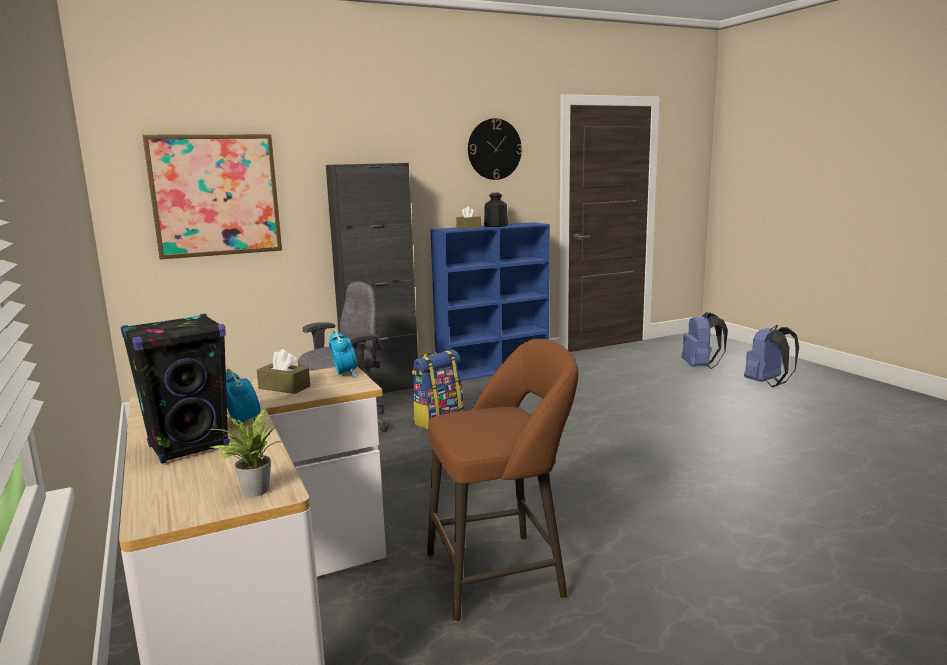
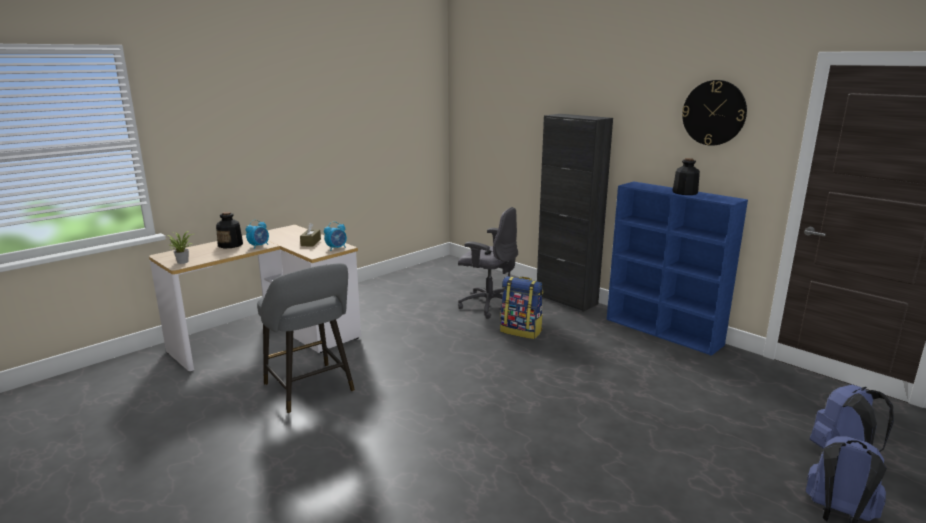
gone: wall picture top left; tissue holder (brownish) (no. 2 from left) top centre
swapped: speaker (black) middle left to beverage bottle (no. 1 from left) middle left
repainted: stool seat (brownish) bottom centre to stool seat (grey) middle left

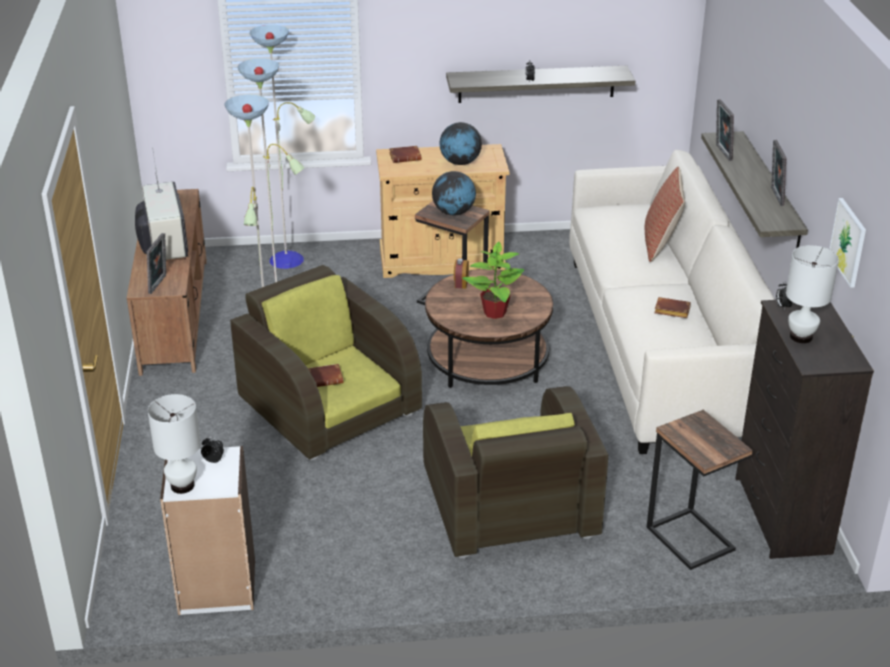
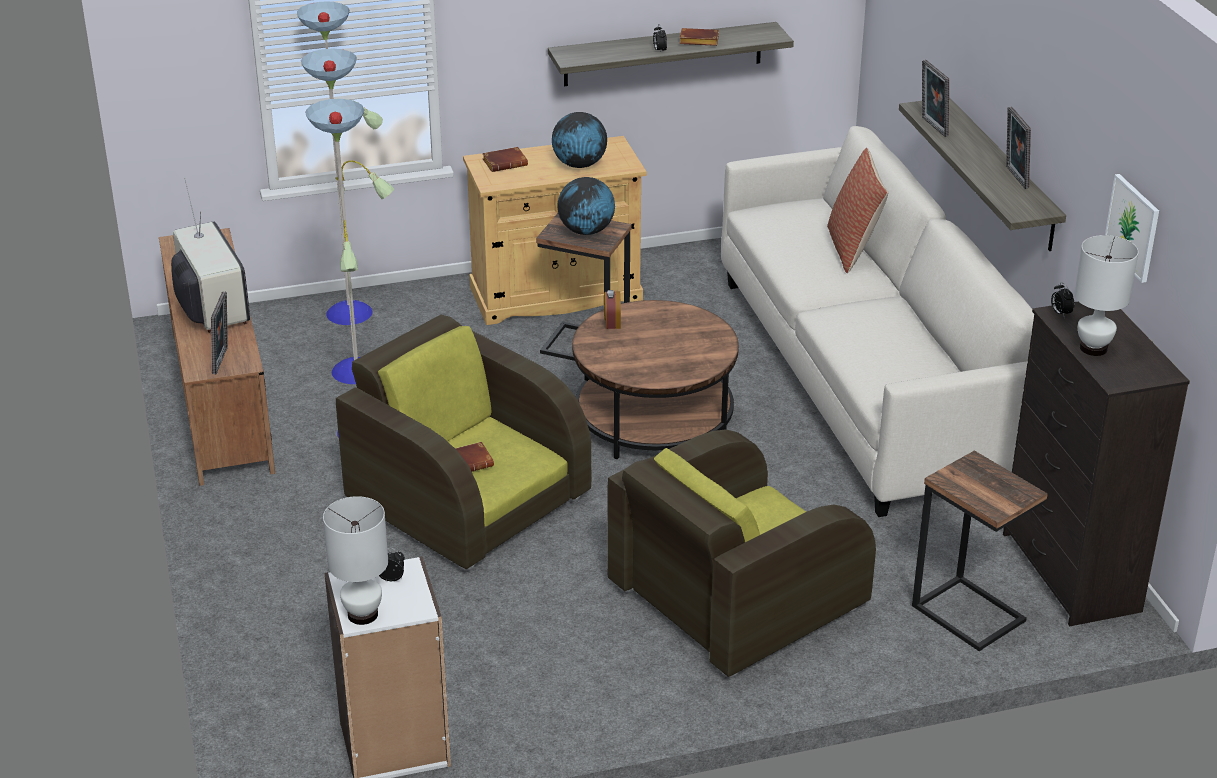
gone: potted plant centre
shifted: bound book (brownish) (no. 3 from left) middle right to top centre
rotated: lounge chair (brownish) (no. 2 from left) bottom centre = bottom centre 75 degrees clockwise

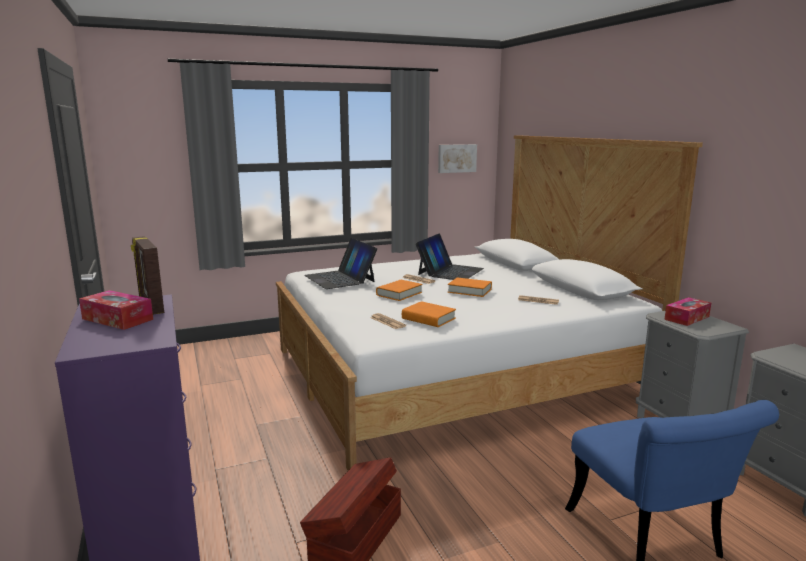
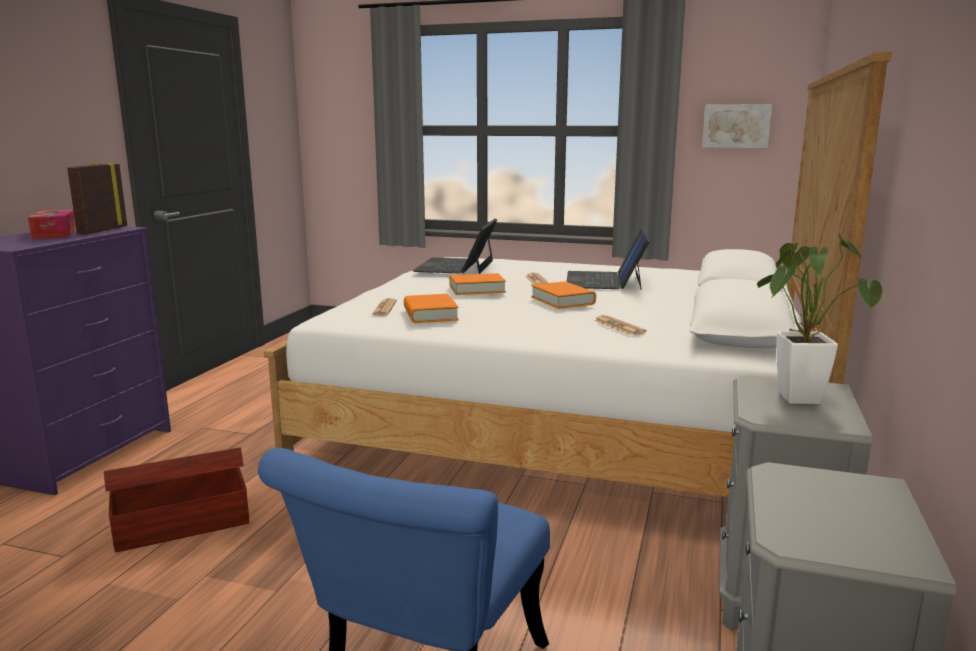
swapped: tissue holder (no. 2 from left) middle right to potted plant middle right
rotated: laptop (no. 2 from left) centre = centre 120 degrees clockwise

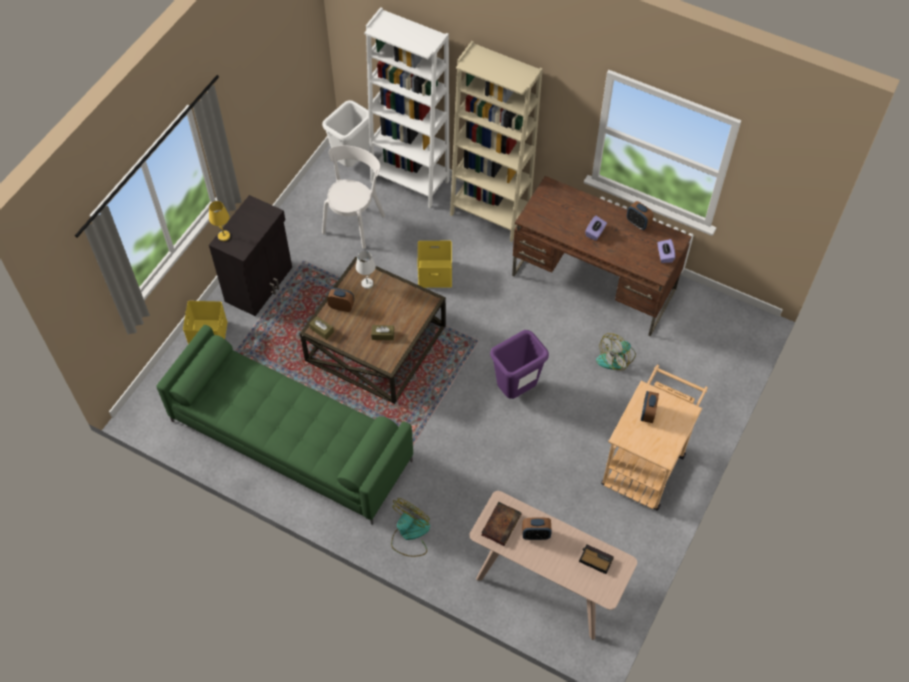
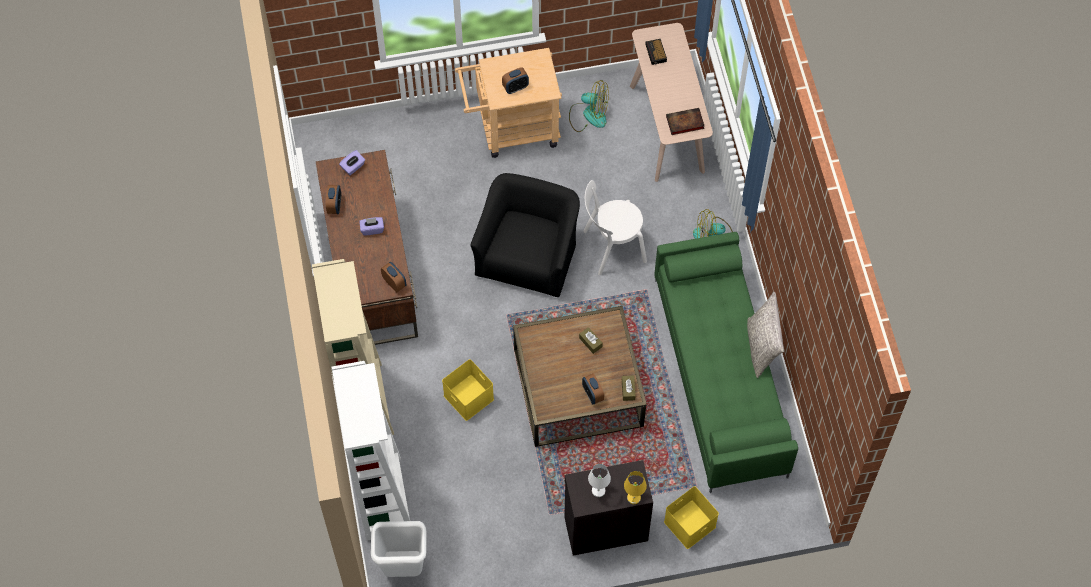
new: cushion (grey) middle right
shifted: alarm clock (no. 2 from left) bottom centre to centre; cooling fan (no. 2 from left in the first image) middle right to cooling fan (no. 1 from left) top centre; plain chair (white) top centre to centre; table lamp (white) centre to bottom centre
swapped: trash can (purplish) centre to lounge chair (black) centre

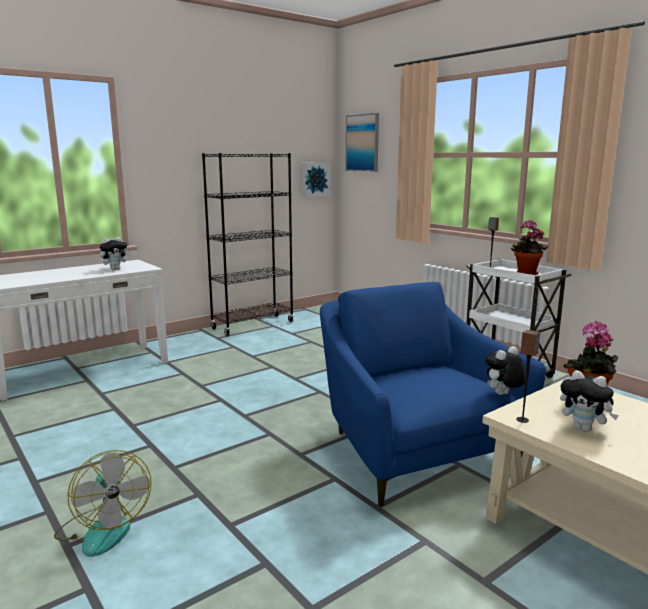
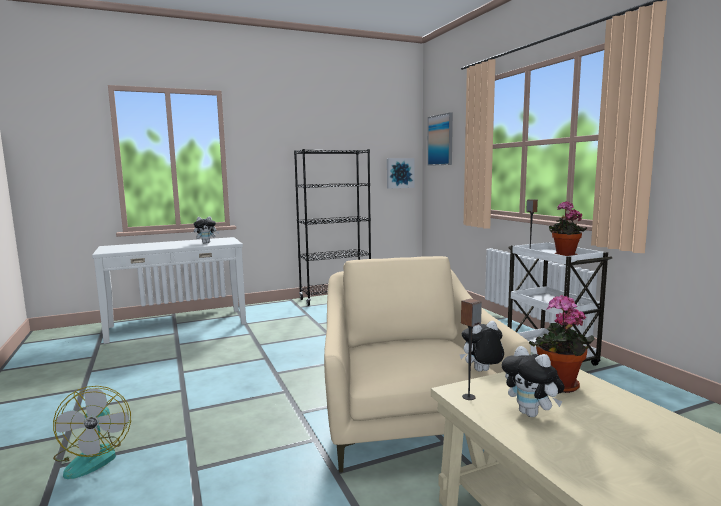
repainted: lounge chair (bluish) middle right to lounge chair (sand-coloured) bottom centre

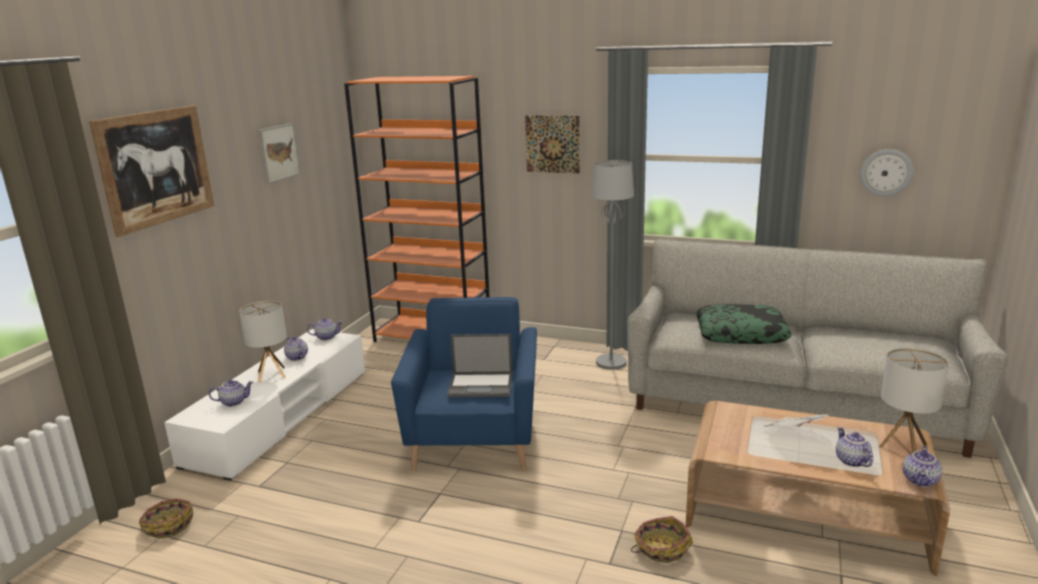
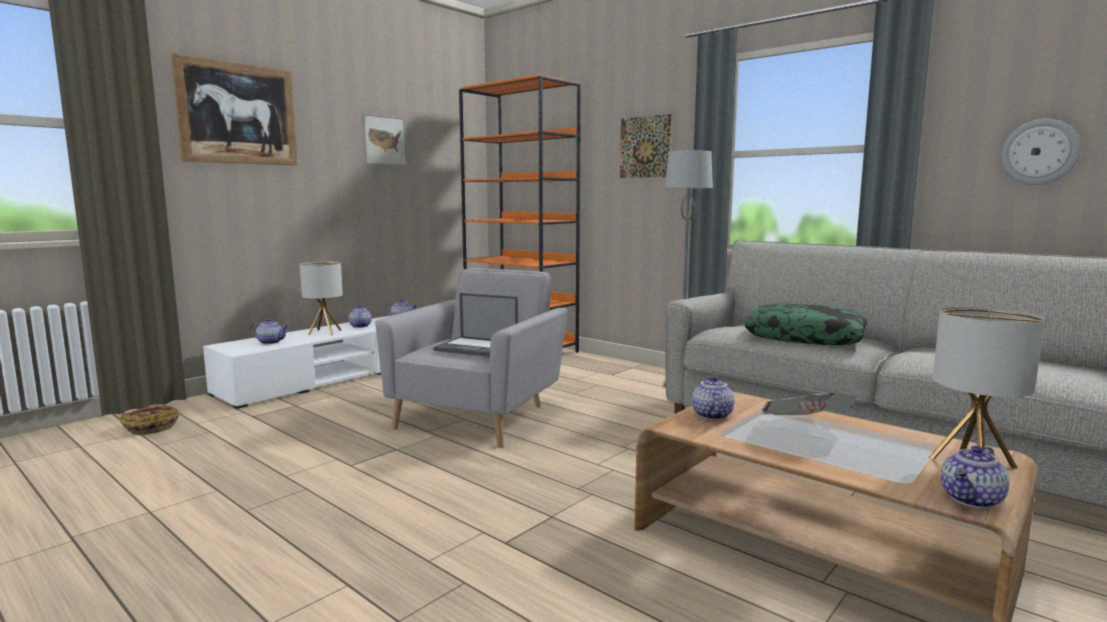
gone: basket (no. 2 from left) bottom centre
shifted: pot for tea (no. 4 from left) bottom right to centre
repainted: lounge chair (bluish) centre to lounge chair (grey) centre

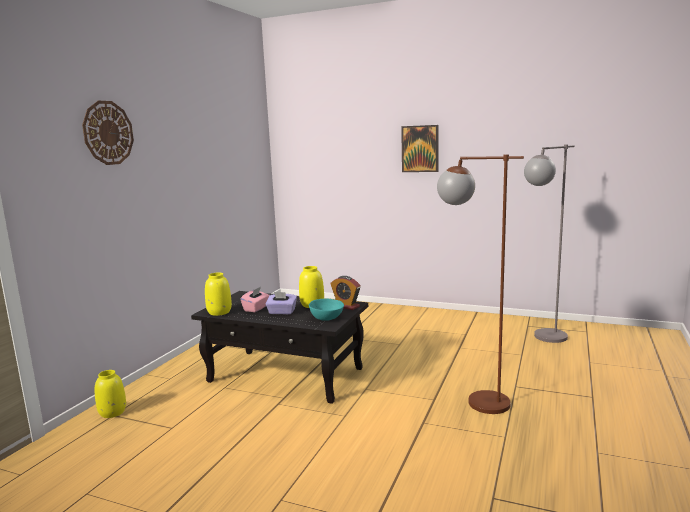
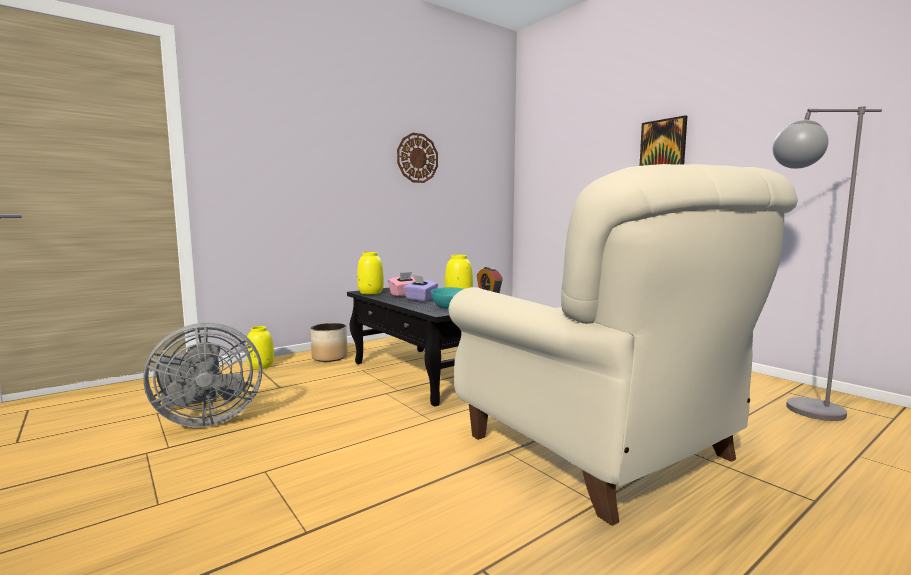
new: cooling fan (grey) middle left; flower pot centre
shifted: wall clock top left to top centre
swapped: standard lamp (brownish) middle right to lounge chair (sand-coloured) middle right

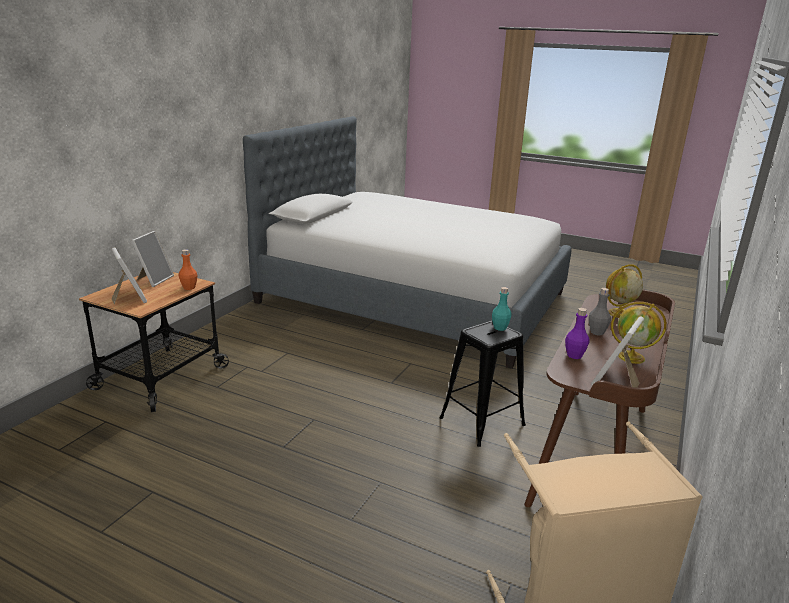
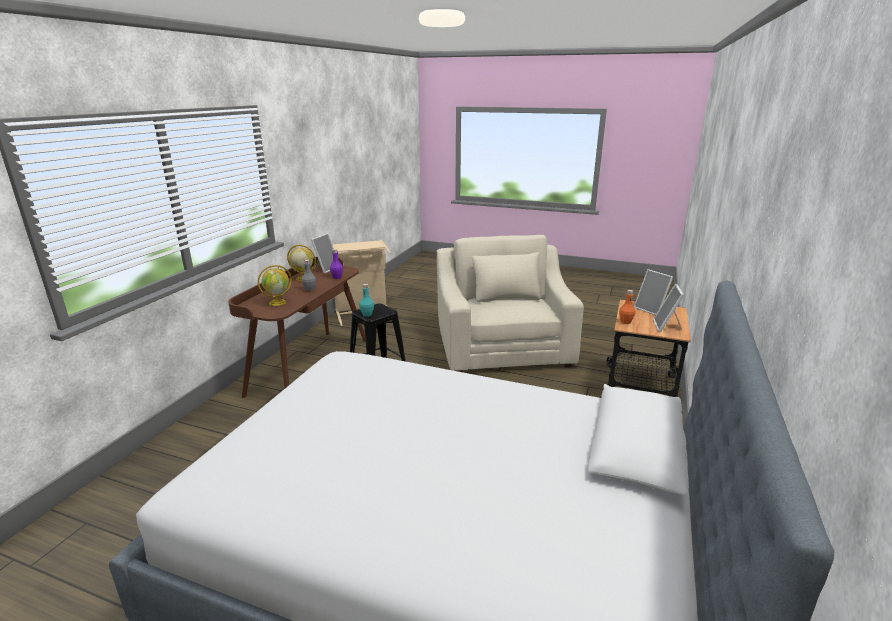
new: lounge chair (sand-coloured) centre

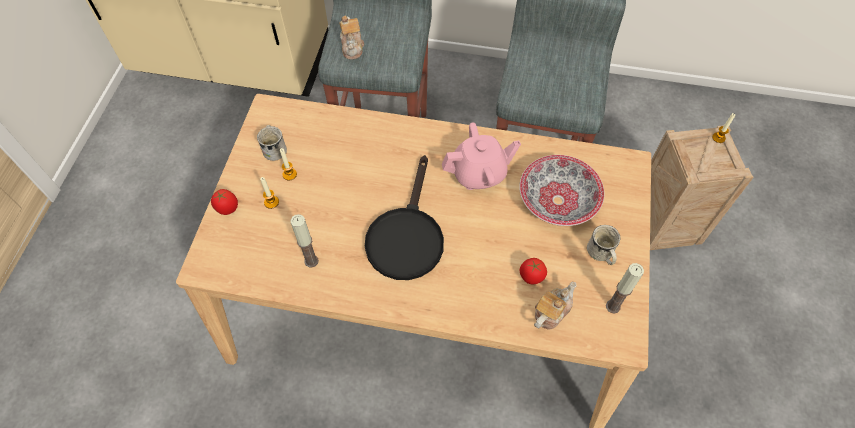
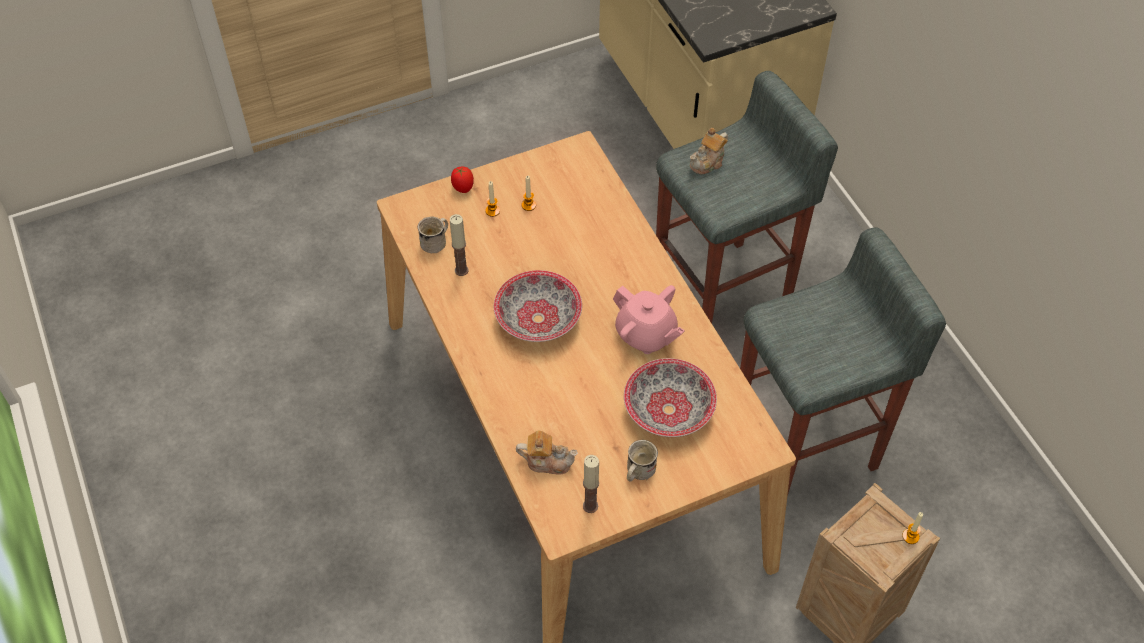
gone: whole tomato (no. 2 from left) centre
shifted: mug (white) (no. 1 from left) middle left to centre
swapped: skillet (black) centre to deep dish (no. 1 from left) centre

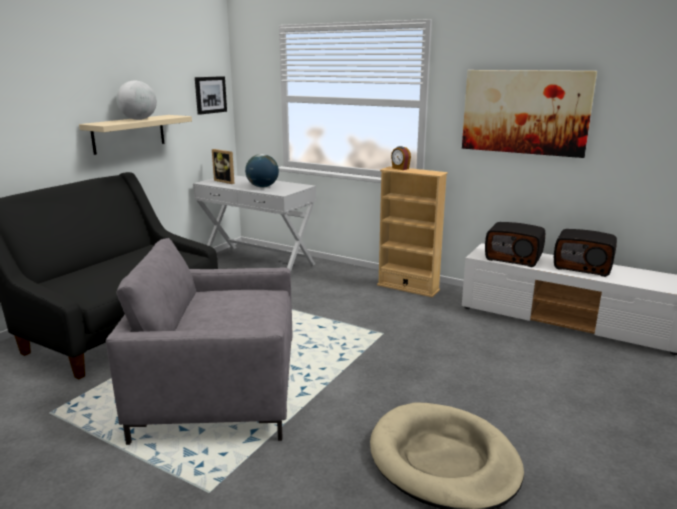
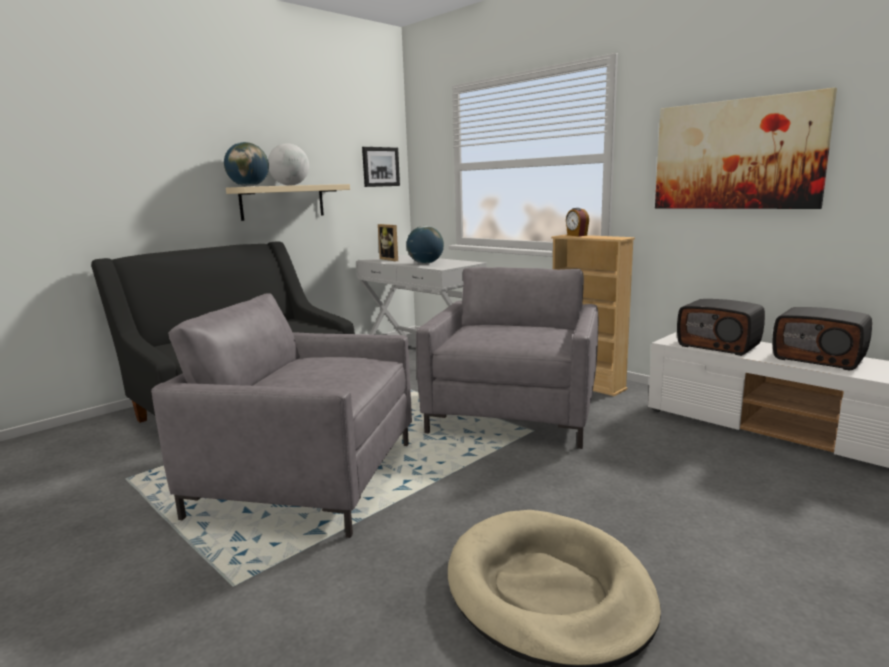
new: globe (no. 1 from left) top left; lounge chair (grey) (no. 2 from left) centre

